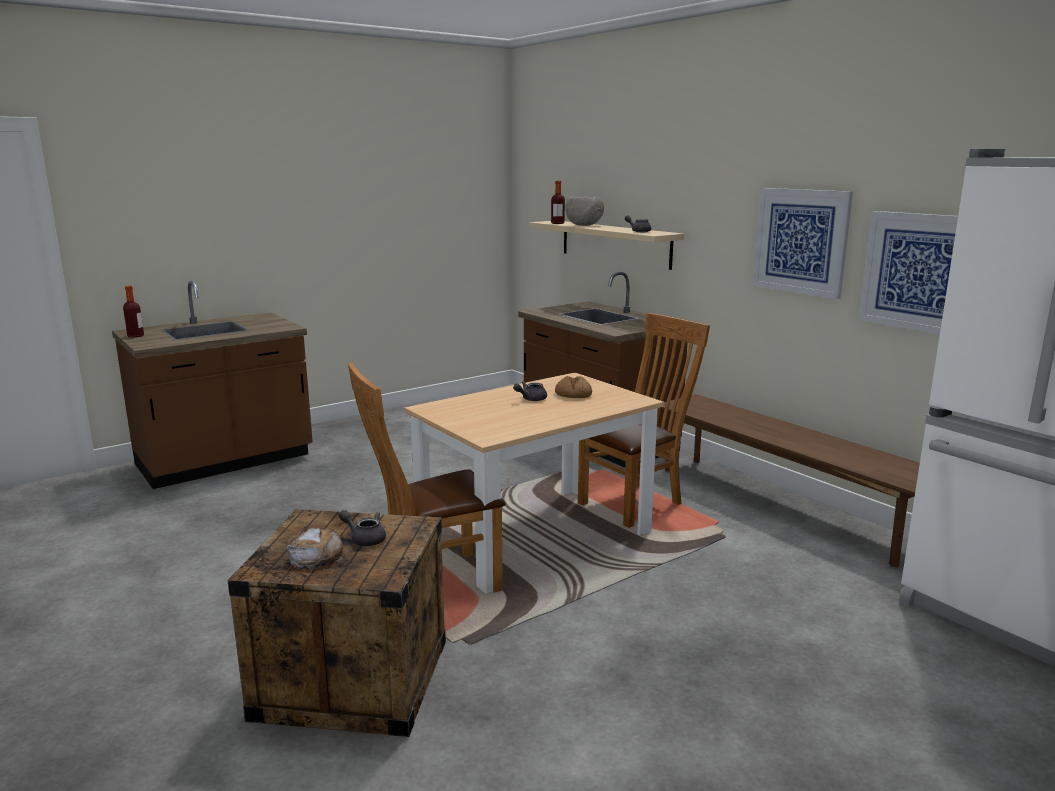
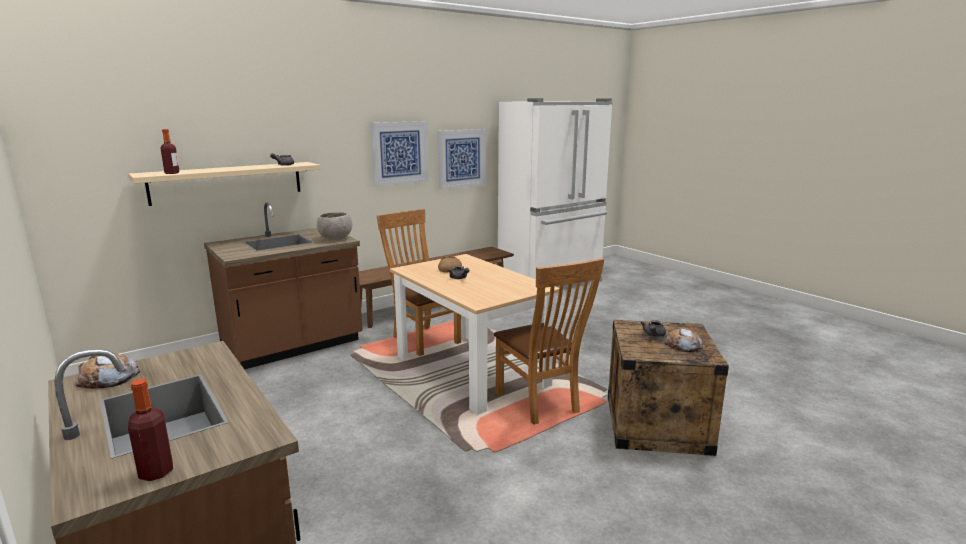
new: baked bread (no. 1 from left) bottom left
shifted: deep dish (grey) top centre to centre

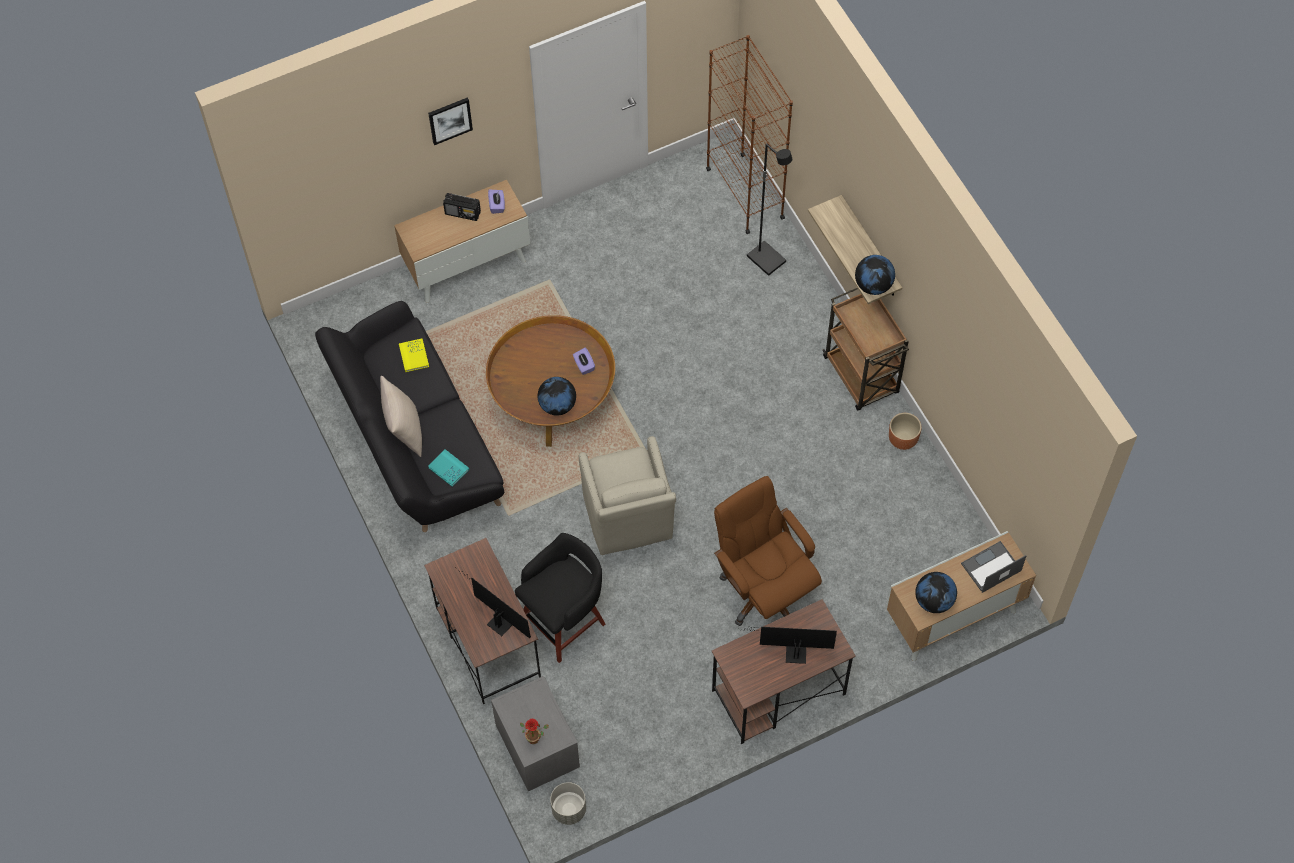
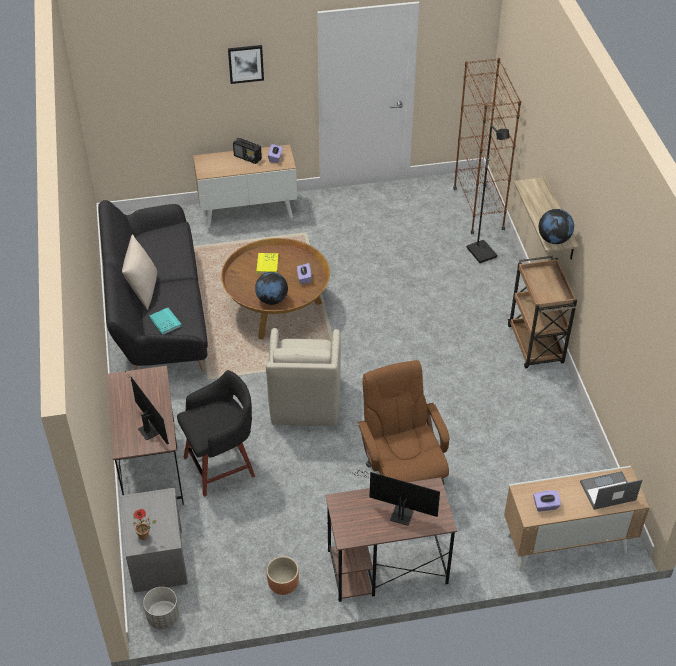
shifted: bound book (yellow) middle left to centre; flower pot (brownish) middle right to bottom centre
swapped: globe (no. 3 from left) bottom right to tissue holder (purplish) (no. 3 from left) bottom right

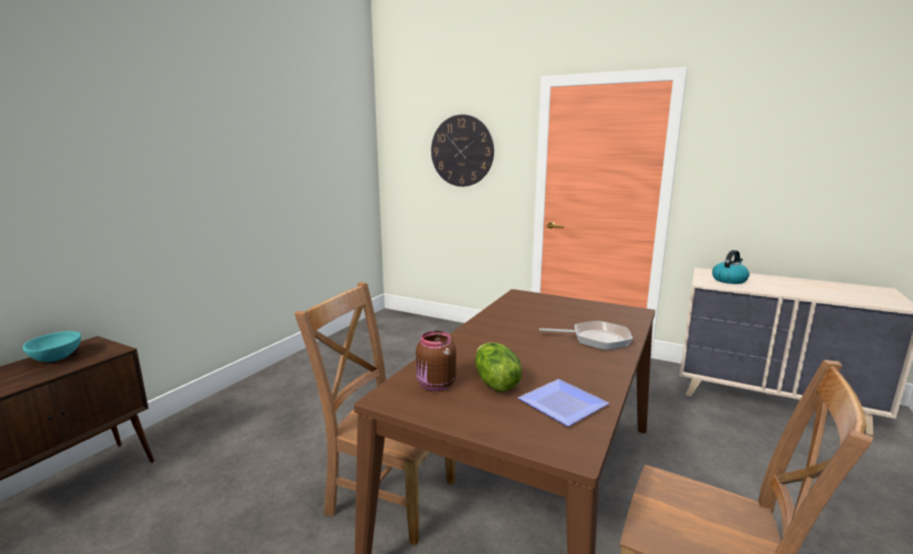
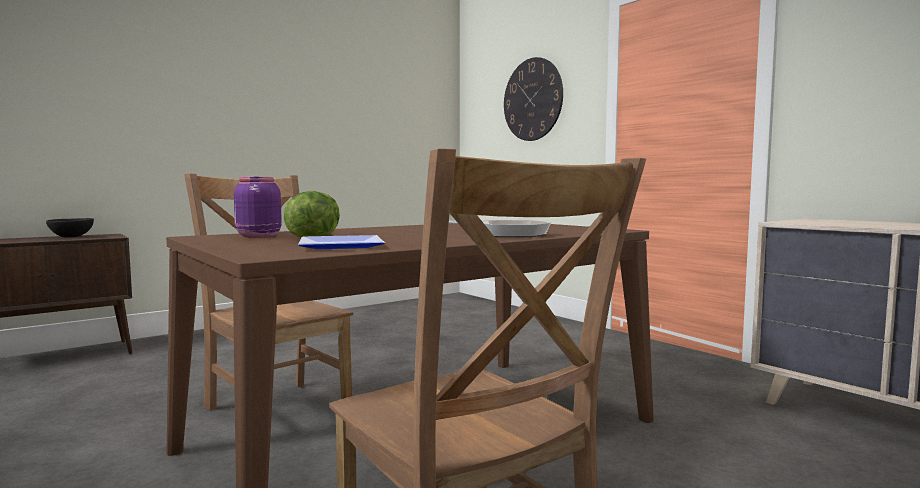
gone: water kettle middle right
repainted: deep dish (turquoise) middle left to deep dish (black) middle left; storage jar (brownish) centre to storage jar (purplish) middle left

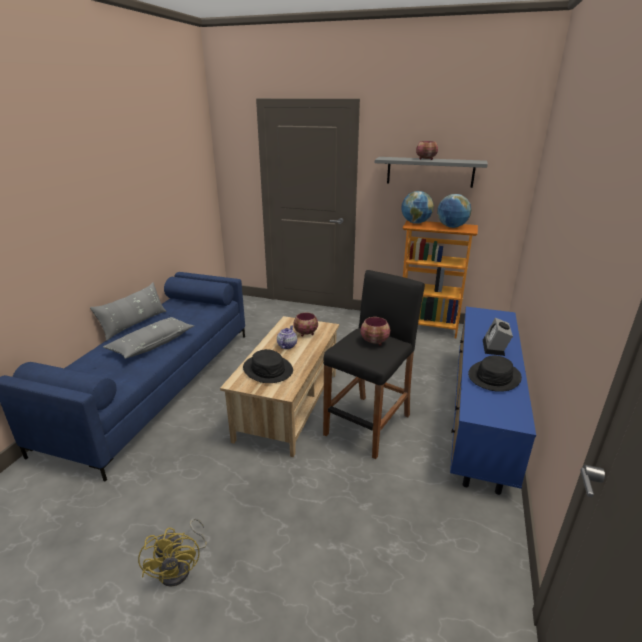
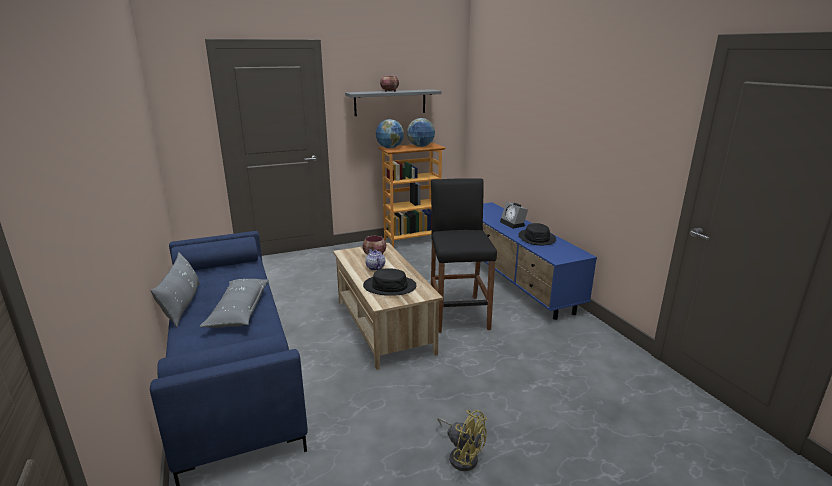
gone: deep dish (no. 2 from left) centre

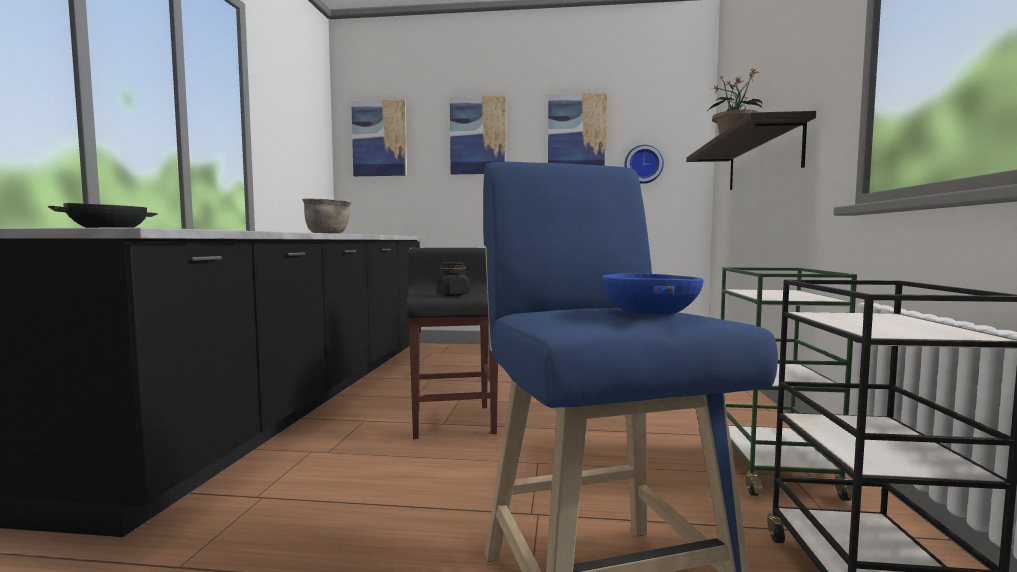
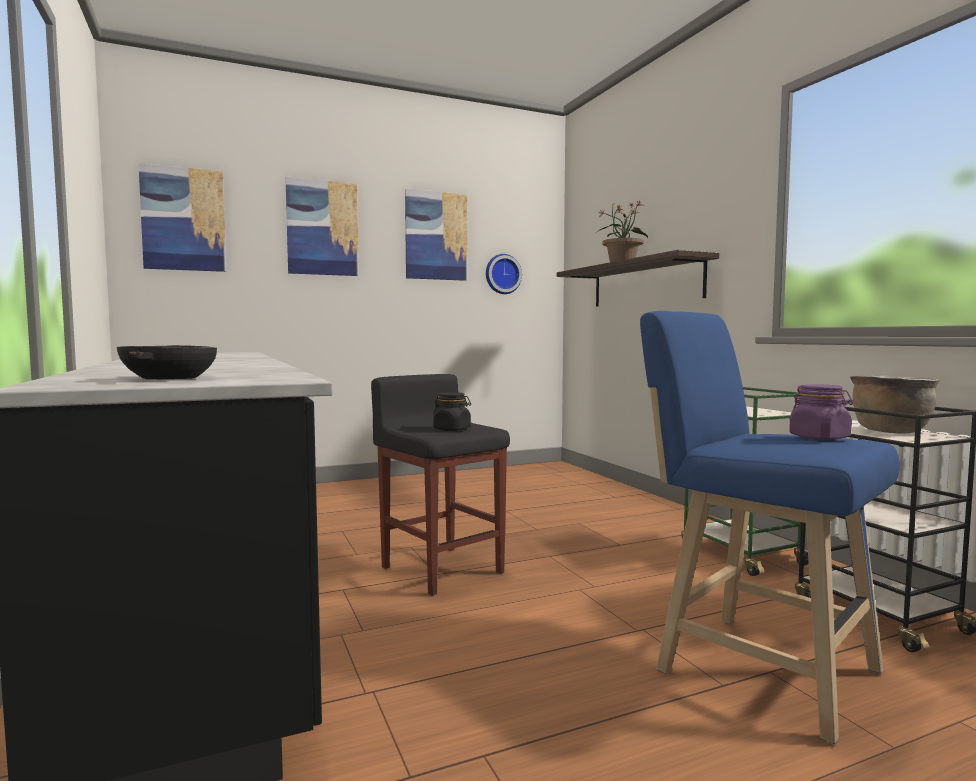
shifted: stockpot (brownish) middle left to middle right
swapped: deep dish (bluish) centre to storage jar (purplish) middle right

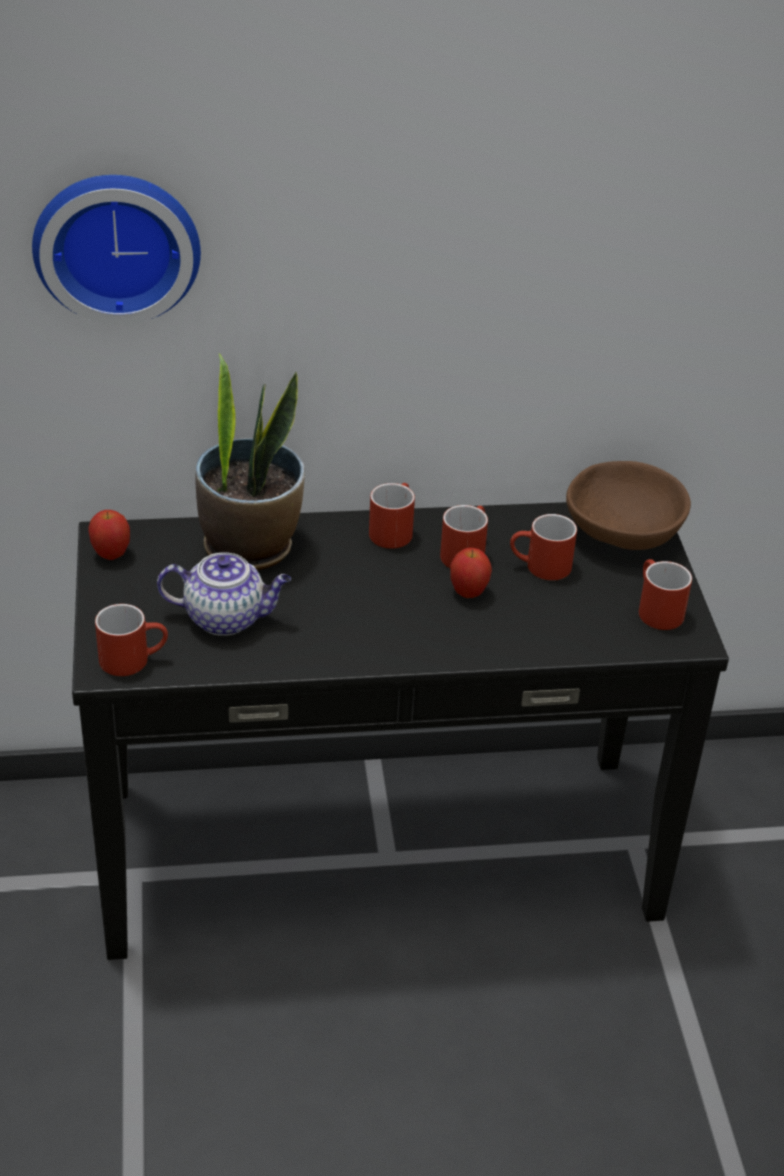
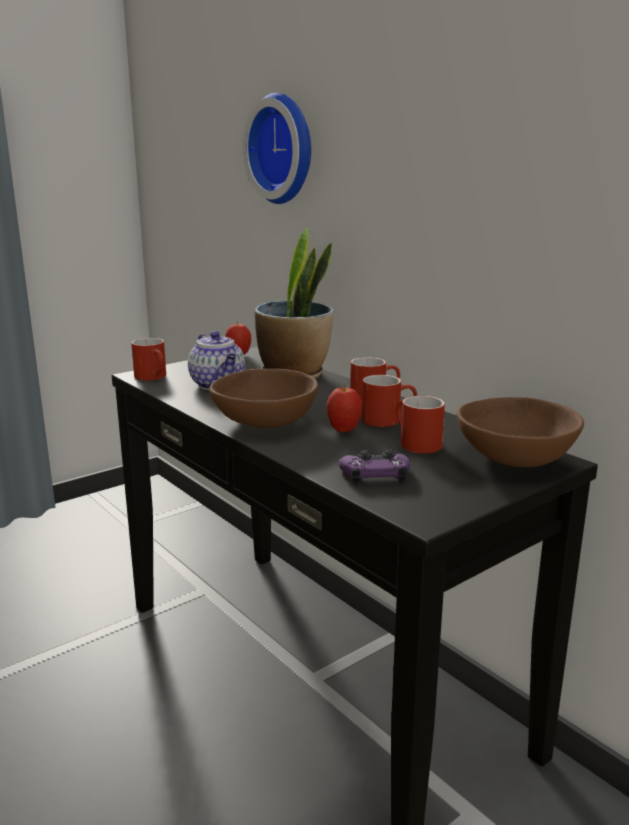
gone: mug (reddish) (no. 5 from left) middle right
new: deep dish (brownish) (no. 1 from left) centre; gamepad (purplish) centre

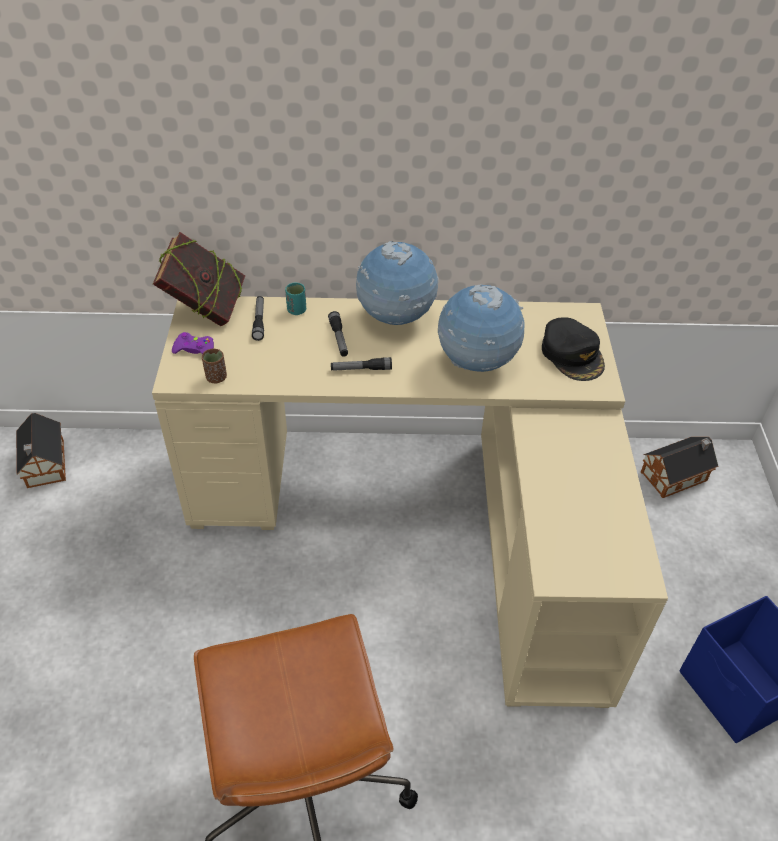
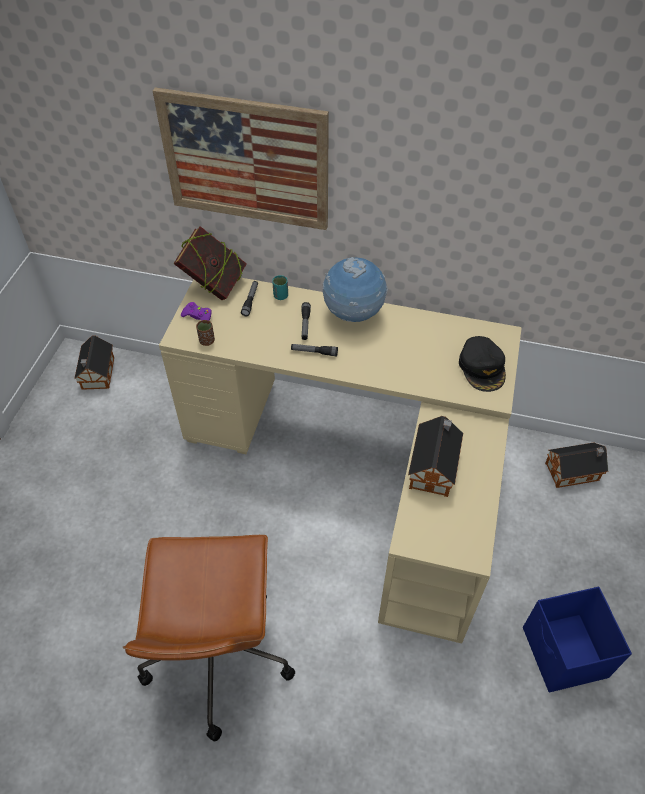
gone: globe (no. 2 from left) centre
new: wall picture top centre; miniature house (no. 2 from left) middle right

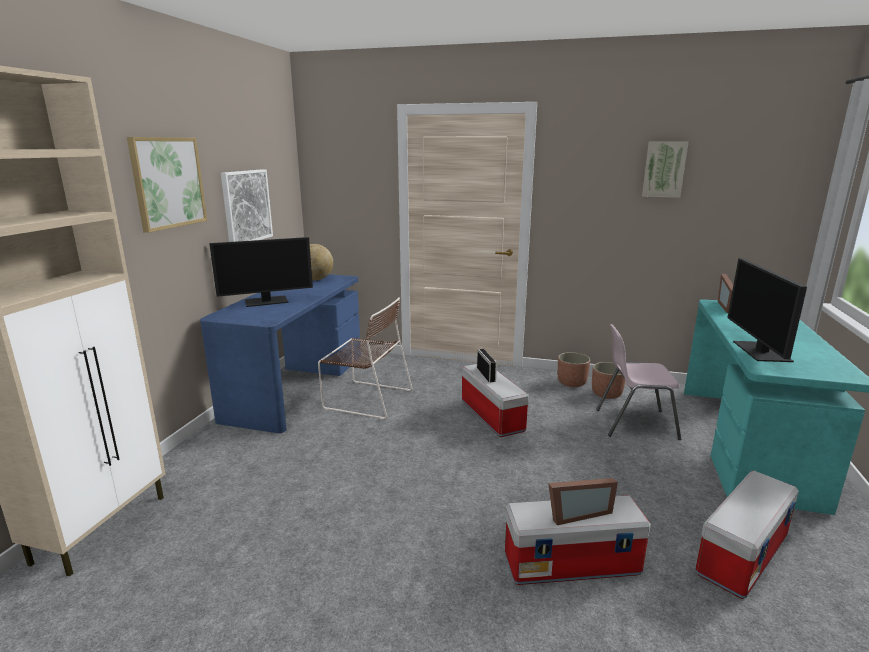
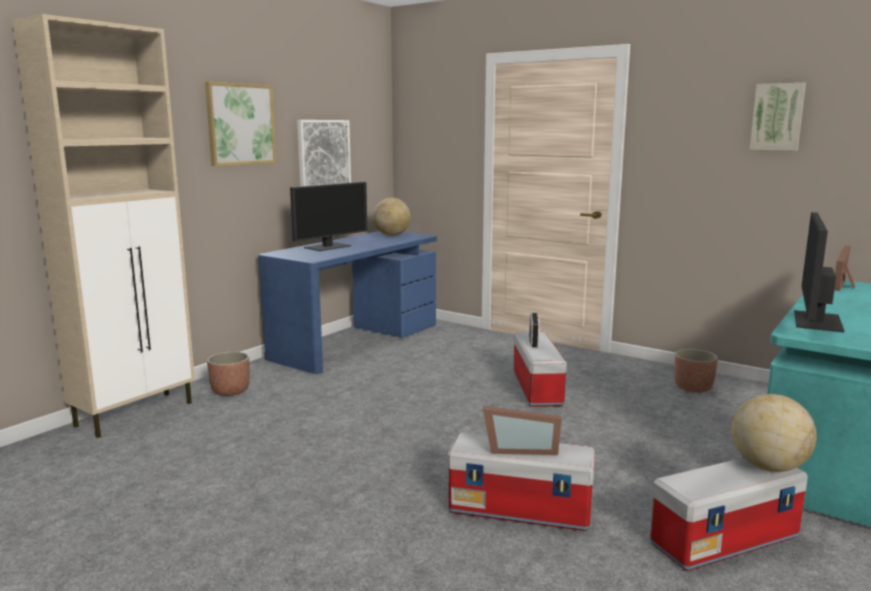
gone: plain chair (brownish) centre; plain chair (pink) middle right
new: globe (no. 2 from left) bottom right
shifted: flower pot (no. 1 from left) centre to middle left
rotated: computer screen (no. 1 from left) middle left = centre 45 degrees counterclockwise

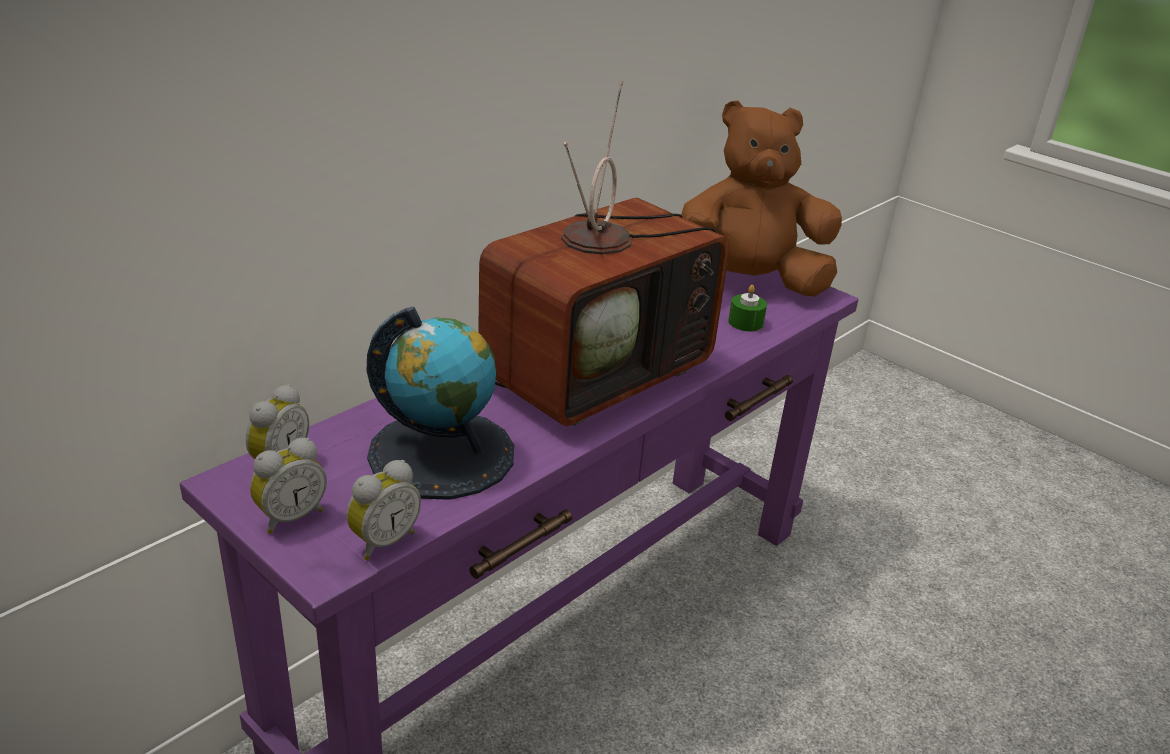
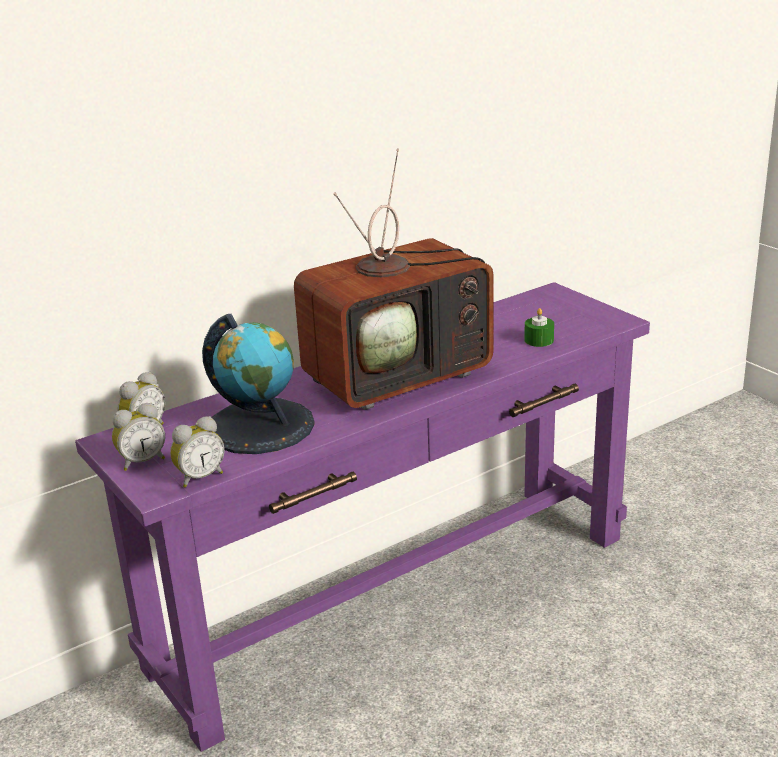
gone: soft toy (brownish) top centre

